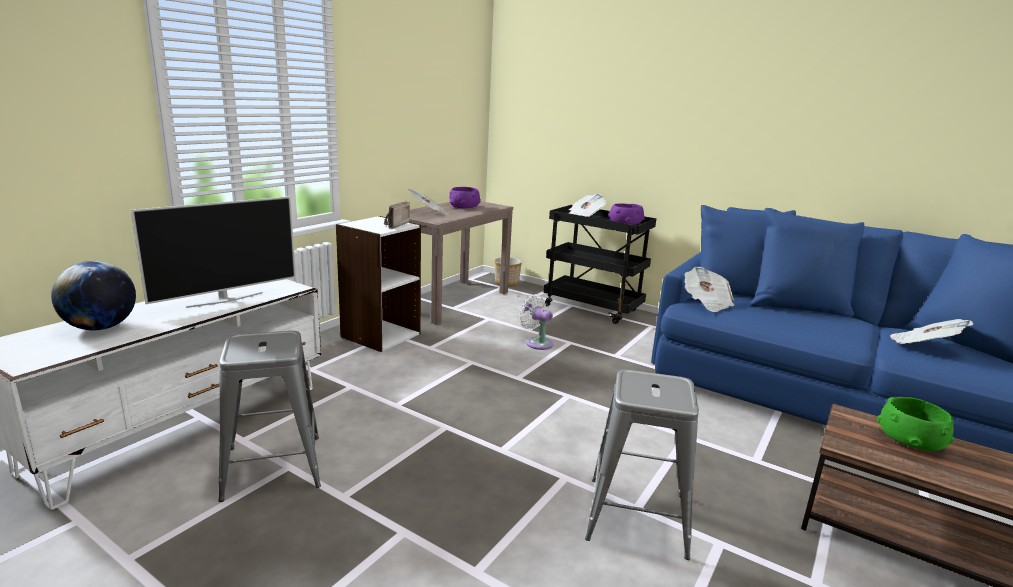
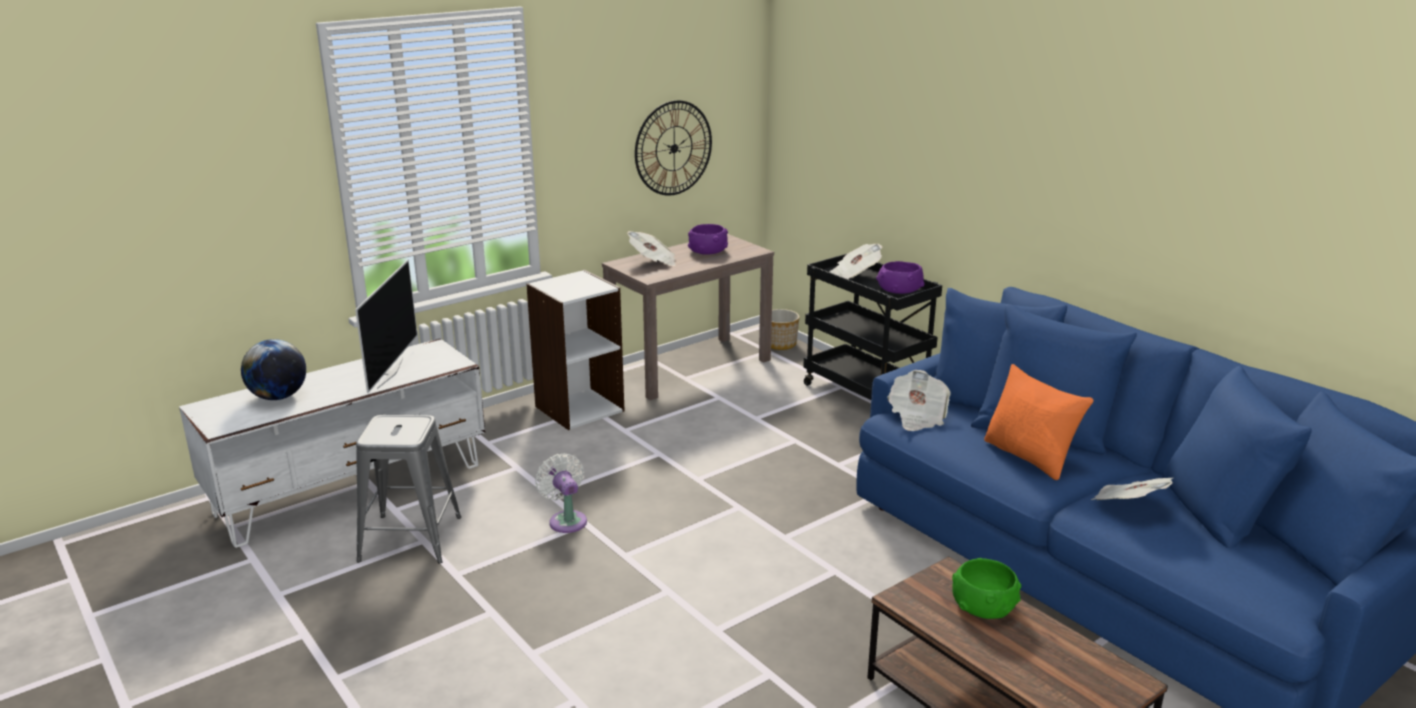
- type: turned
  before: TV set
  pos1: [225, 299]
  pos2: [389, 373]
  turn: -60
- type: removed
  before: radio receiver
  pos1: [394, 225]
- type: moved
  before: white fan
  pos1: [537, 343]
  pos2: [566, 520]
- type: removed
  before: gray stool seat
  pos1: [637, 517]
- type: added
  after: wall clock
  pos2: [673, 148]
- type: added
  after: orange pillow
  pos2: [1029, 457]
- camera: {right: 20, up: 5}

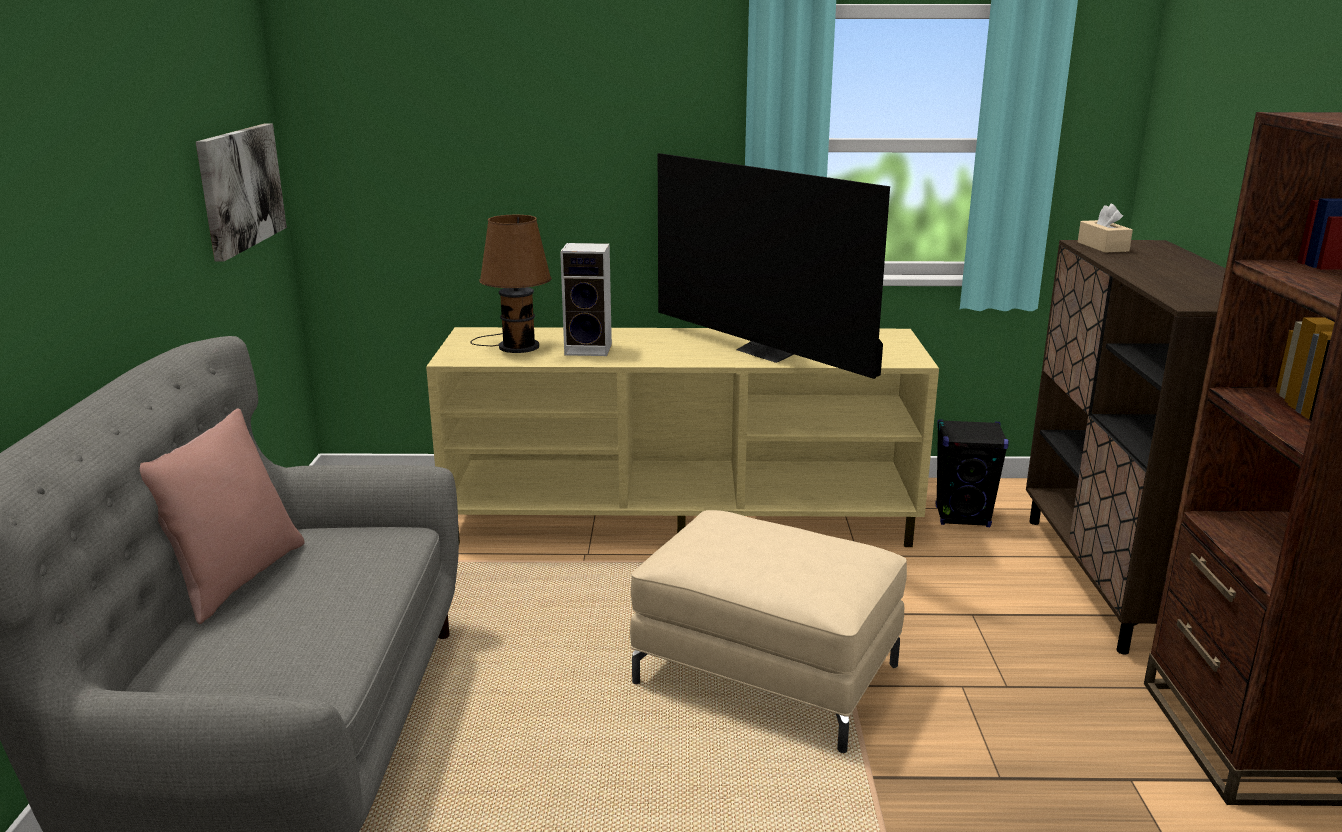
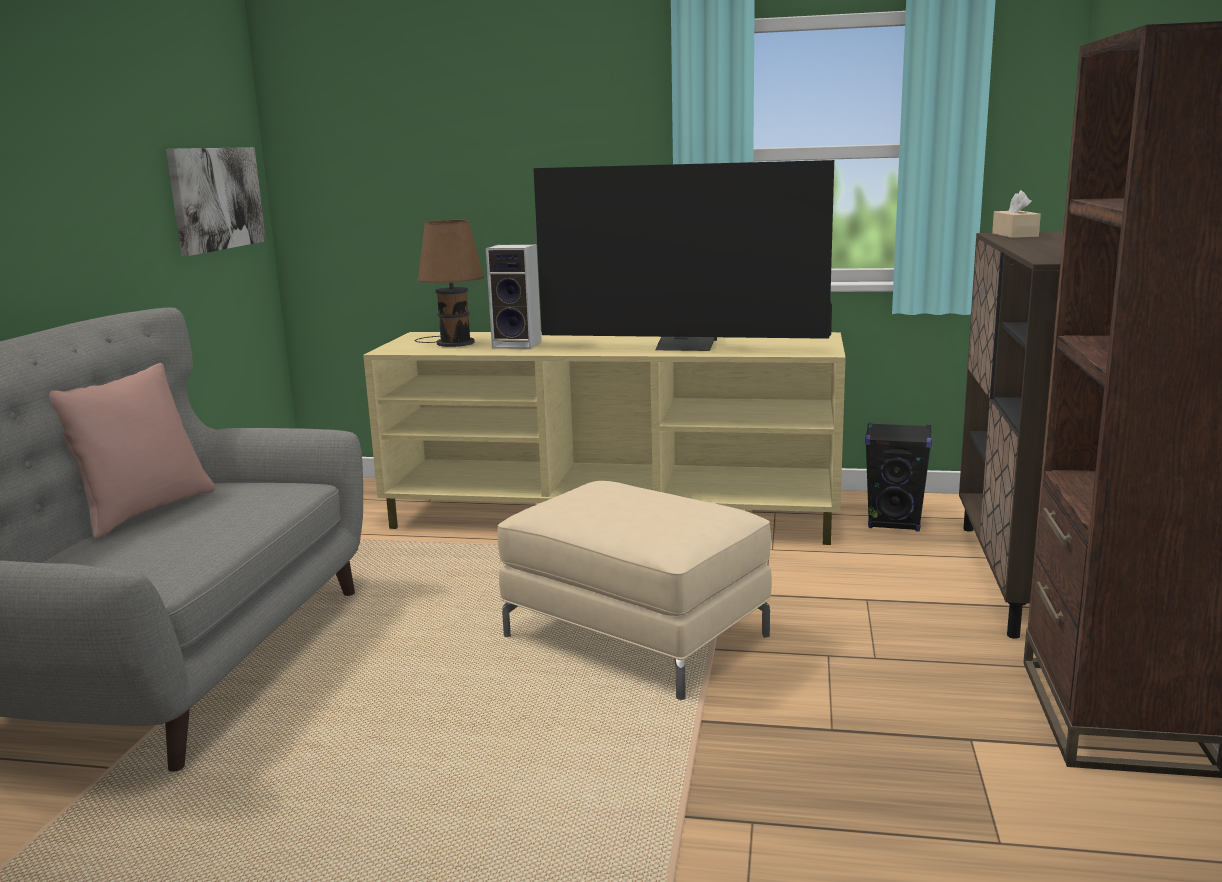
- type: turned
  before: TV set
  pos1: [769, 352]
  pos2: [685, 347]
  turn: -45
- camera: {right: 10, up: -5}

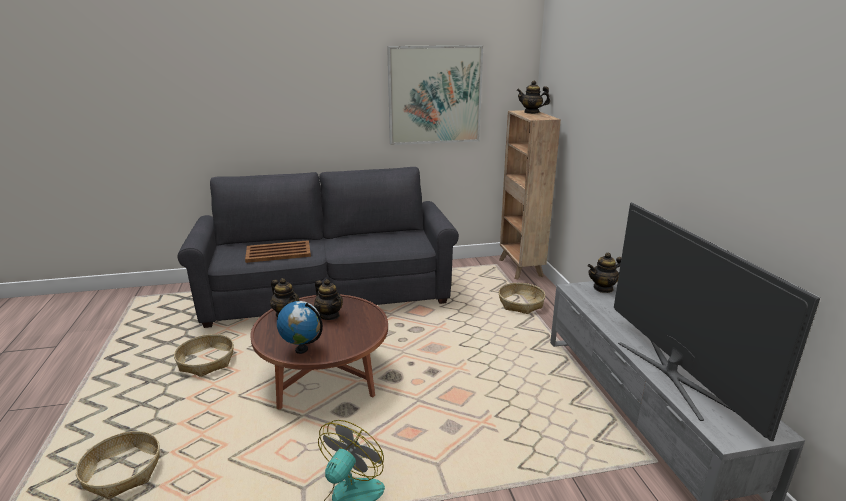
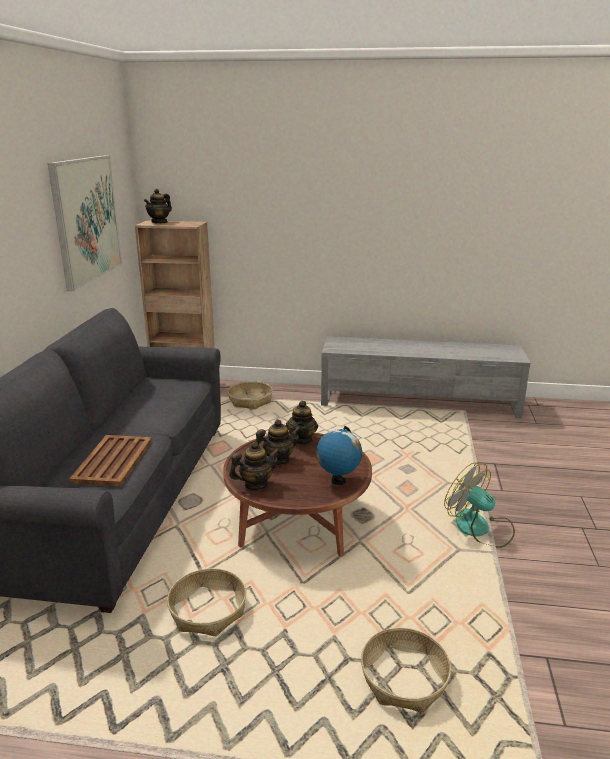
- type: removed
  before: TV set
  pos1: [674, 375]
- type: moved
  before: teapot
  pos1: [603, 288]
  pos2: [302, 439]
- camera: {right: -70, up: 0}

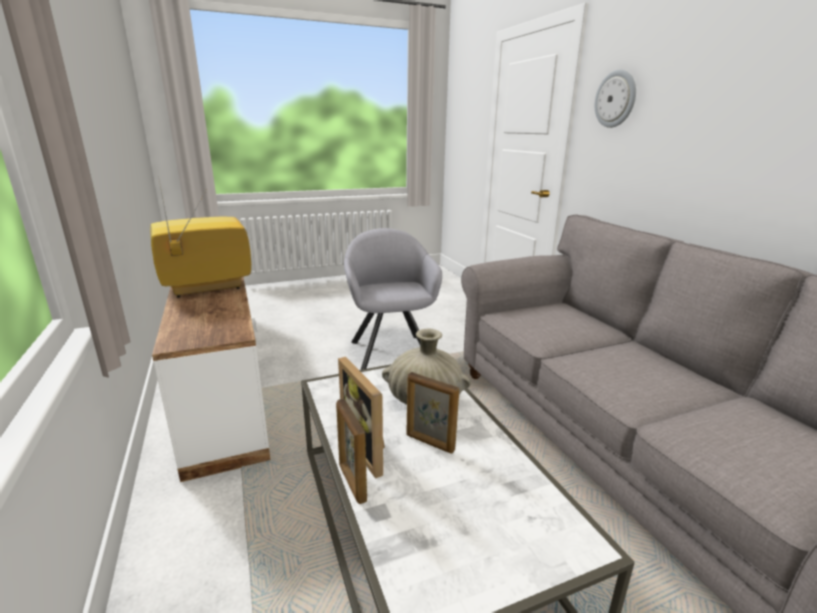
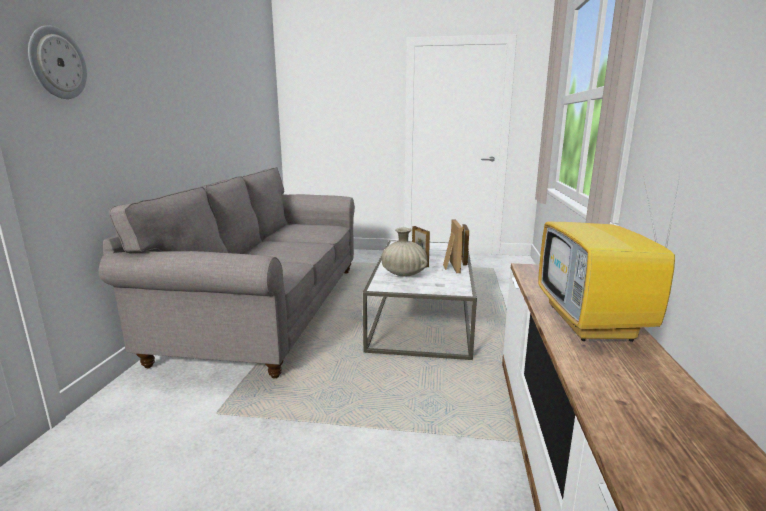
- type: turned
  before: TV set
  pos1: [205, 288]
  pos2: [592, 323]
  turn: 90
- type: removed
  before: gray armchair
  pos1: [390, 349]
- camera: {right: -150, up: -5}

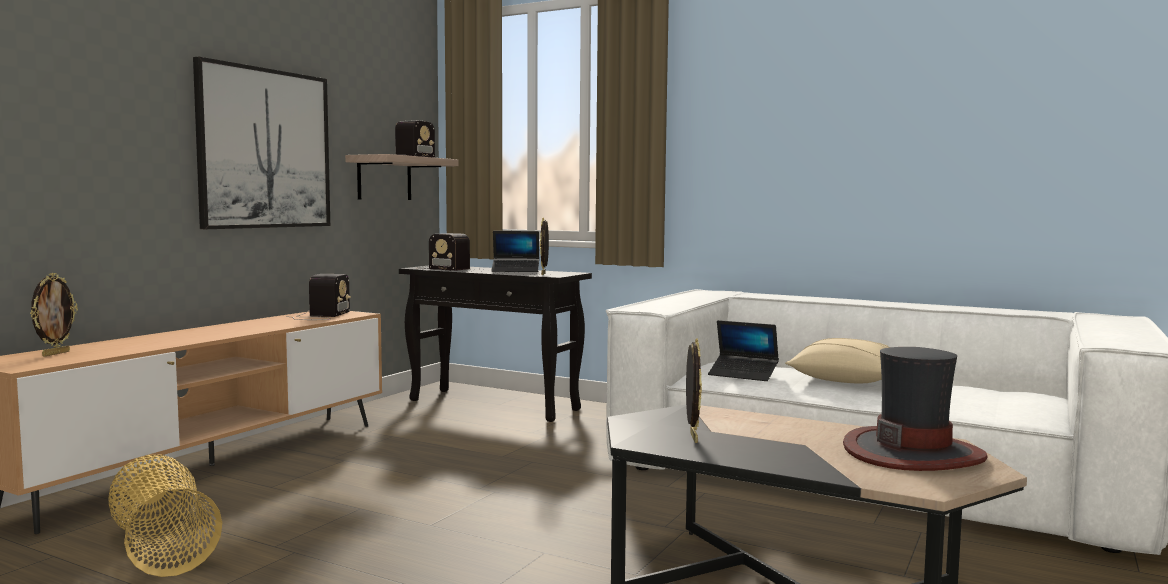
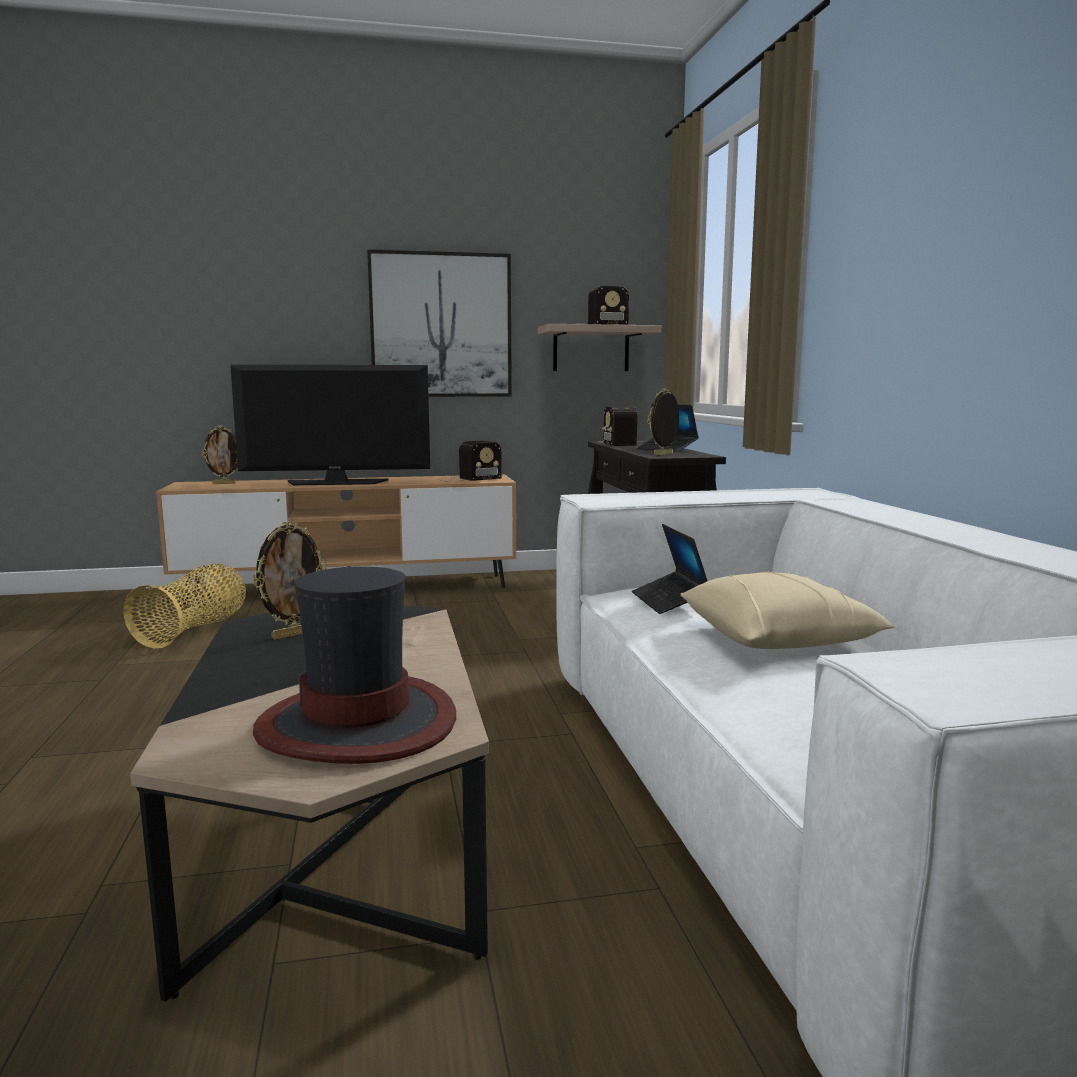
- type: added
  after: TV set
  pos2: [336, 482]
- camera: {right: 50, up: 5}

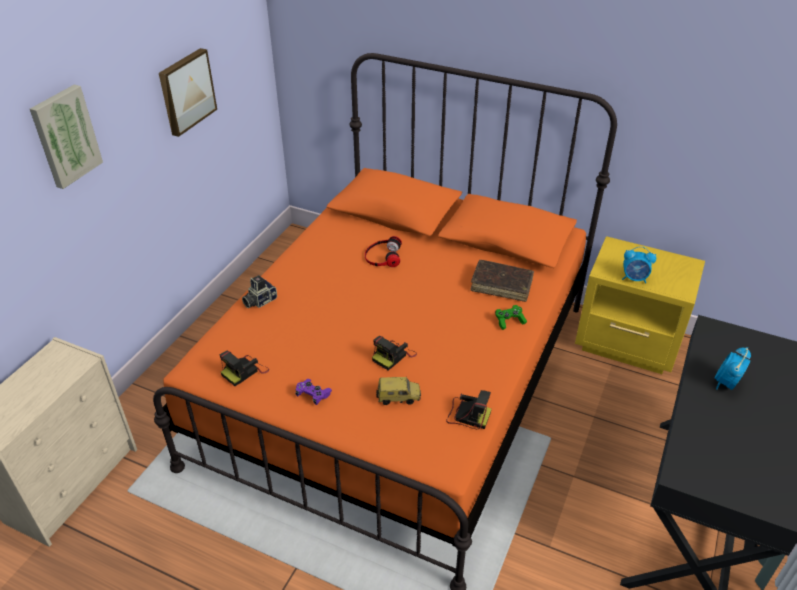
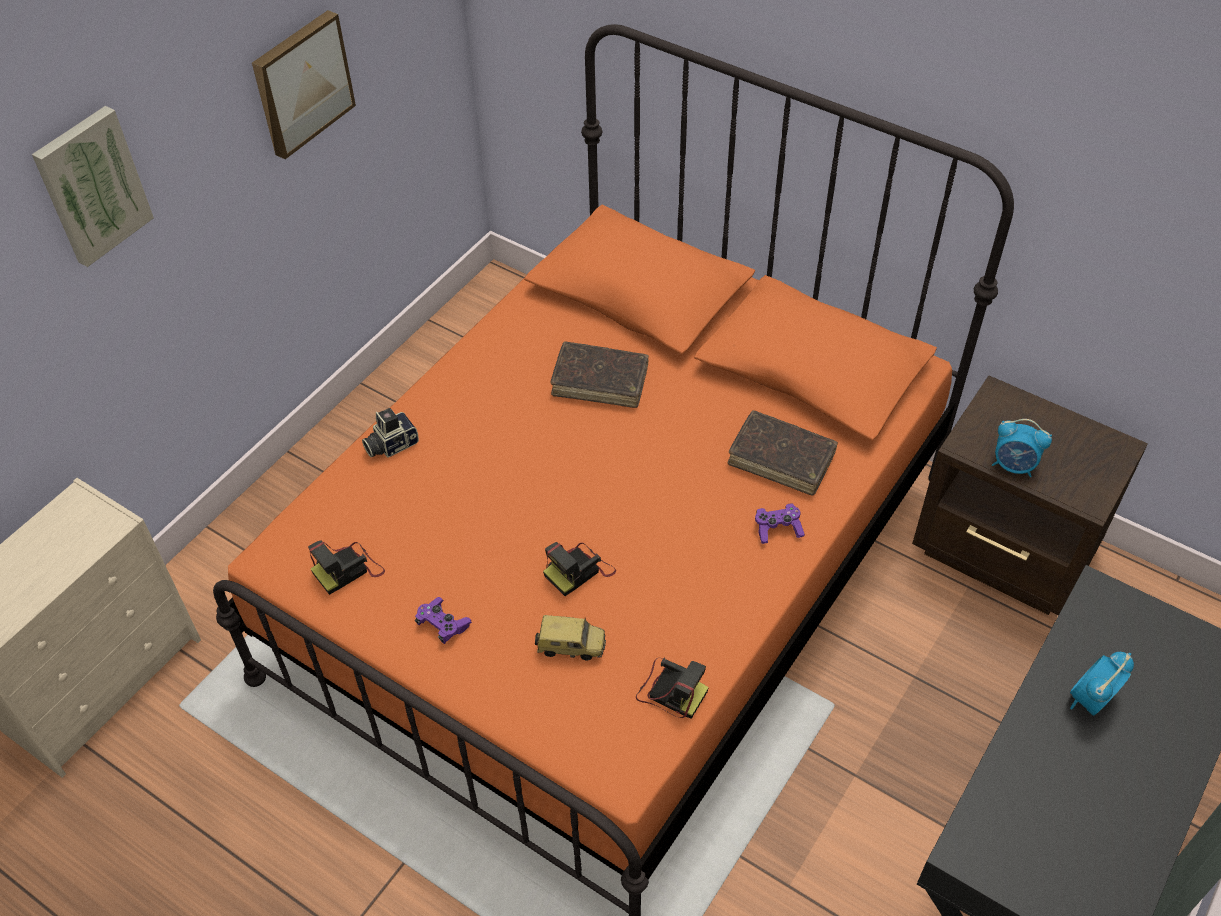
- type: replaced
  before: pair of headphones
  after: brown-coloured bound book
  pos1: [382, 256]
  pos2: [600, 381]
- type: recoloured
  before: yellow-coloured night table
  after: brown-coloured night table
  pos1: [628, 345]
  pos2: [1005, 553]
- type: recoloured
  before: greenish joypad
  after: purplish joypad
  pos1: [509, 321]
  pos2: [777, 529]
- camera: {right: 10, up: 10}

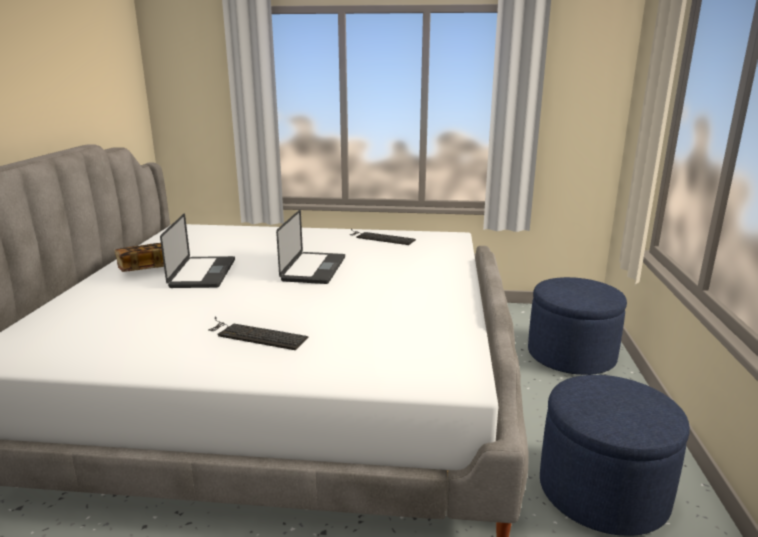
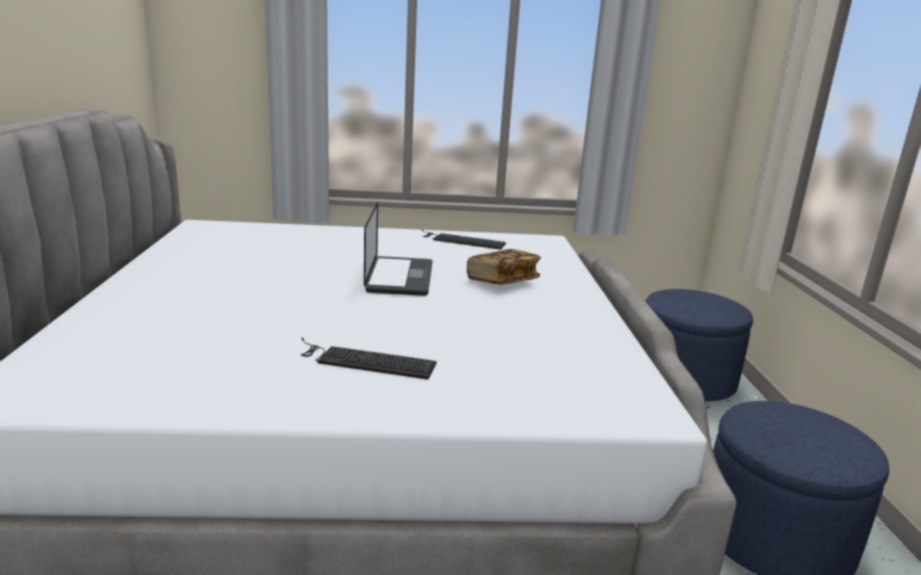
- type: removed
  before: laptop
  pos1: [203, 273]
- type: moved
  before: bound book
  pos1: [144, 269]
  pos2: [502, 281]
- camera: {right: -10, up: 0}

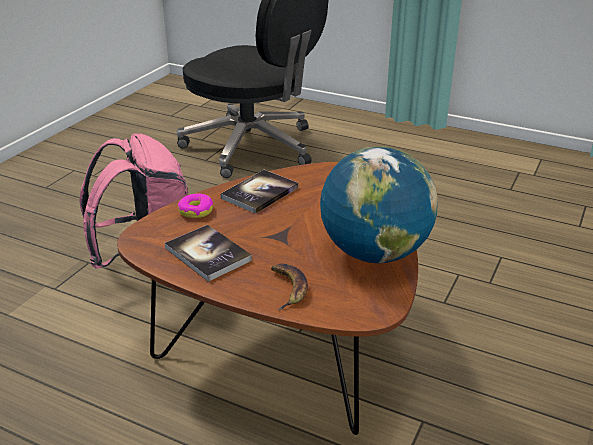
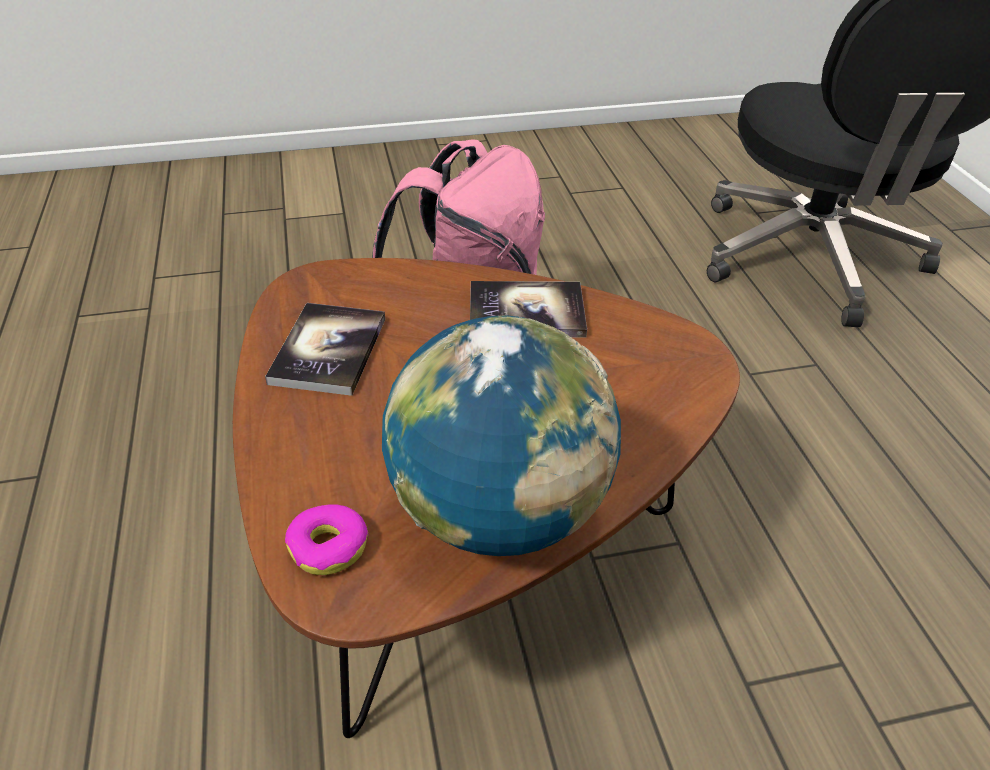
- type: moved
  before: doughnut
  pos1: [196, 211]
  pos2: [329, 547]
- type: removed
  before: banana
  pos1: [288, 288]
- camera: {right: 50, up: 10}

